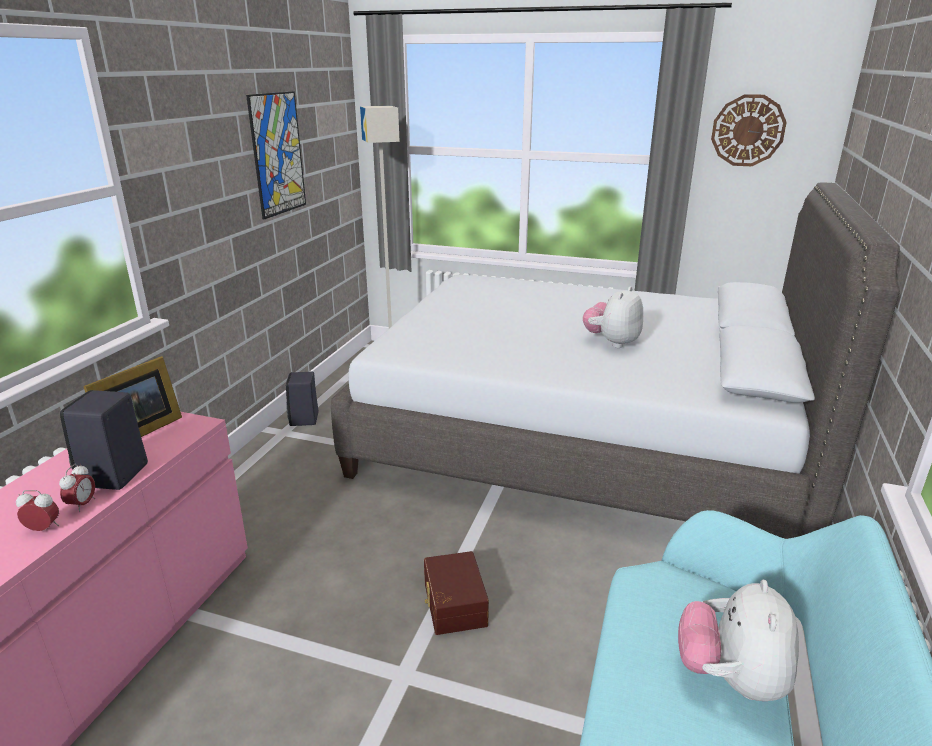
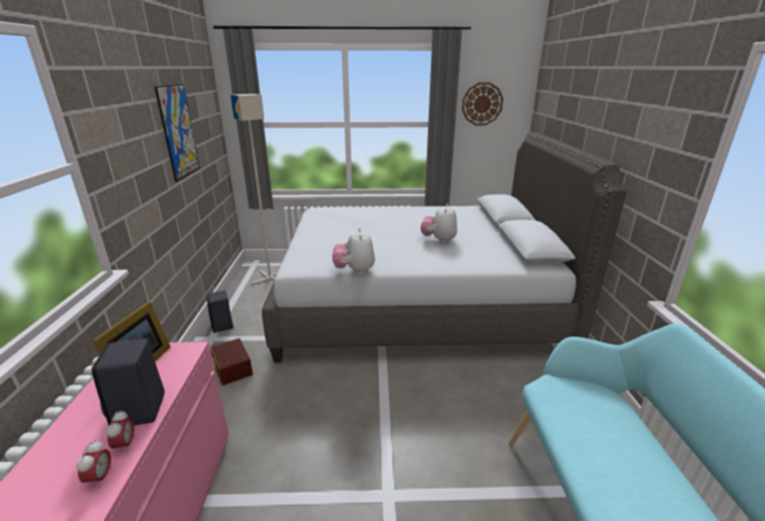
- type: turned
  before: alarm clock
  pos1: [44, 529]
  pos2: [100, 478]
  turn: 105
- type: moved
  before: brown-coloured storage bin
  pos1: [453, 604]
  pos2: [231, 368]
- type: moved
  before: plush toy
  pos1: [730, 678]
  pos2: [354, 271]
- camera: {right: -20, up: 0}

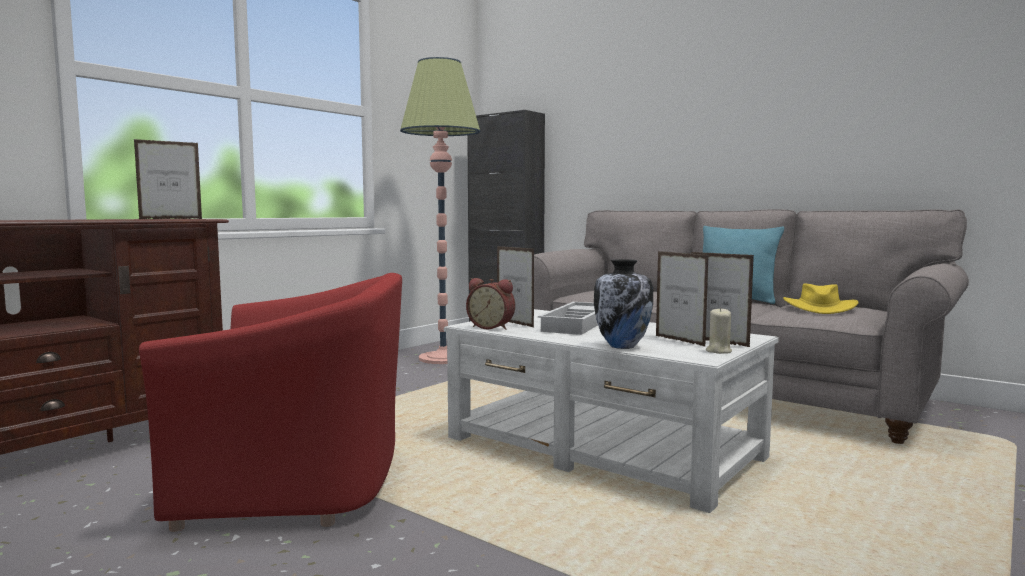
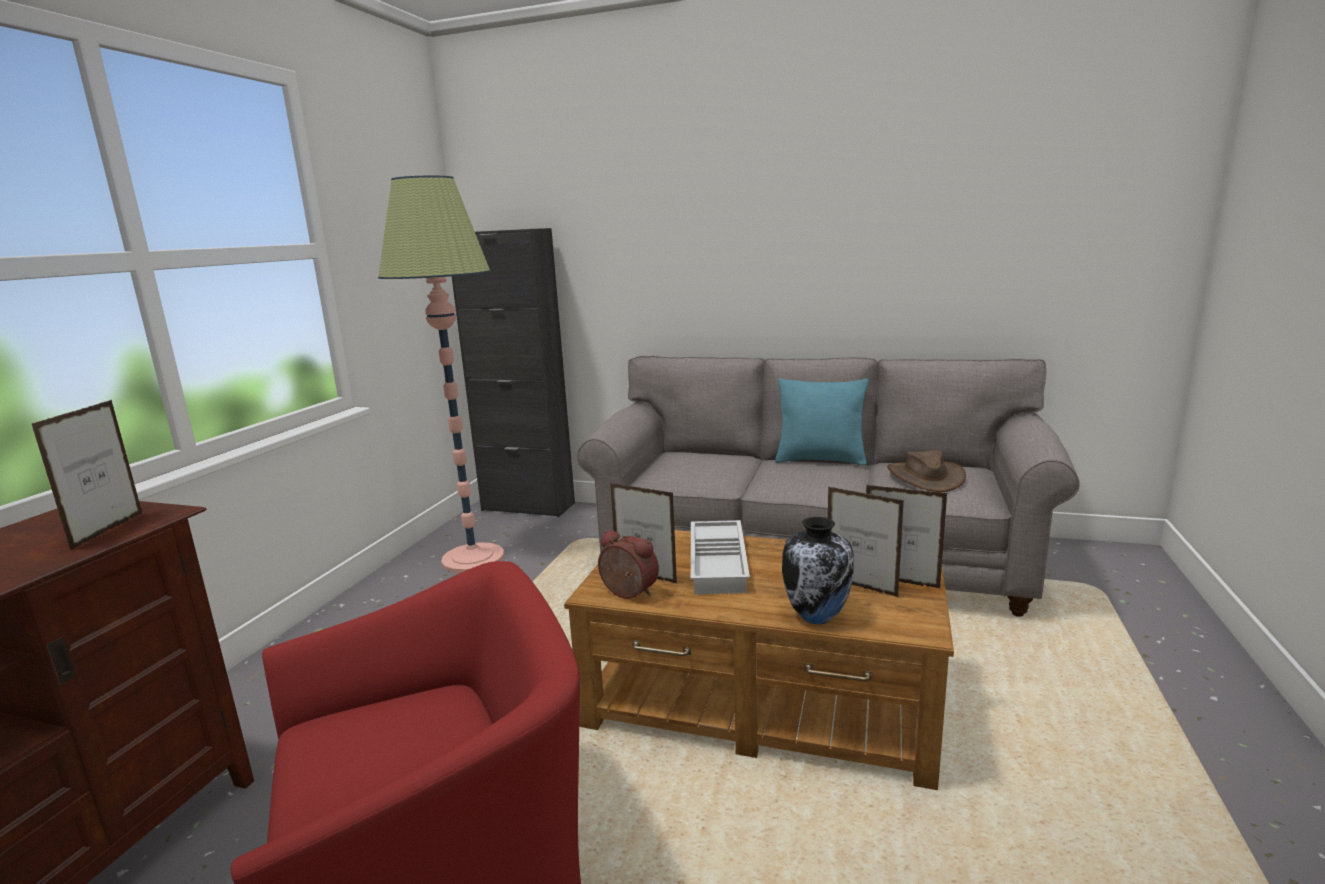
- type: turned
  before: standing frame
  pos1: [171, 219]
  pos2: [109, 530]
  turn: 150
- type: turned
  before: alarm clock
  pos1: [492, 327]
  pos2: [627, 594]
  turn: -150
- type: recoloured
  before: yellow-coloured hat
  after: brown-coloured hat
  pos1: [819, 308]
  pos2: [925, 477]
- type: removed
  before: beige wax light
  pos1: [718, 351]
- type: recoloured
  before: white low table
  after: brown-coloured low table
  pos1: [602, 449]
  pos2: [762, 700]
- camera: {right: -20, up: 10}

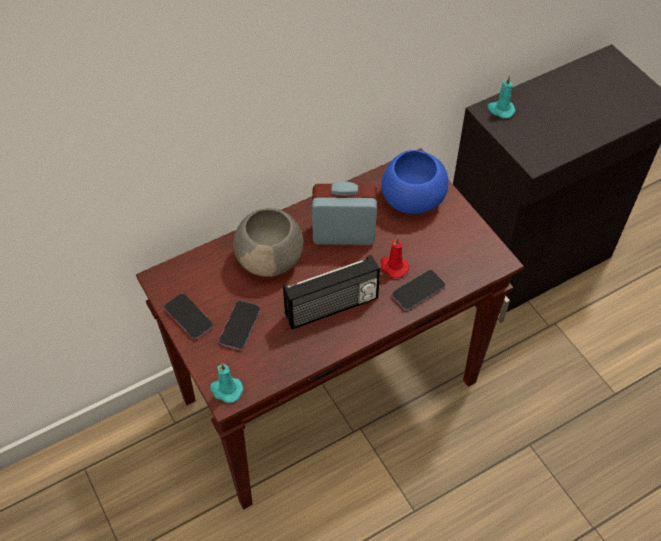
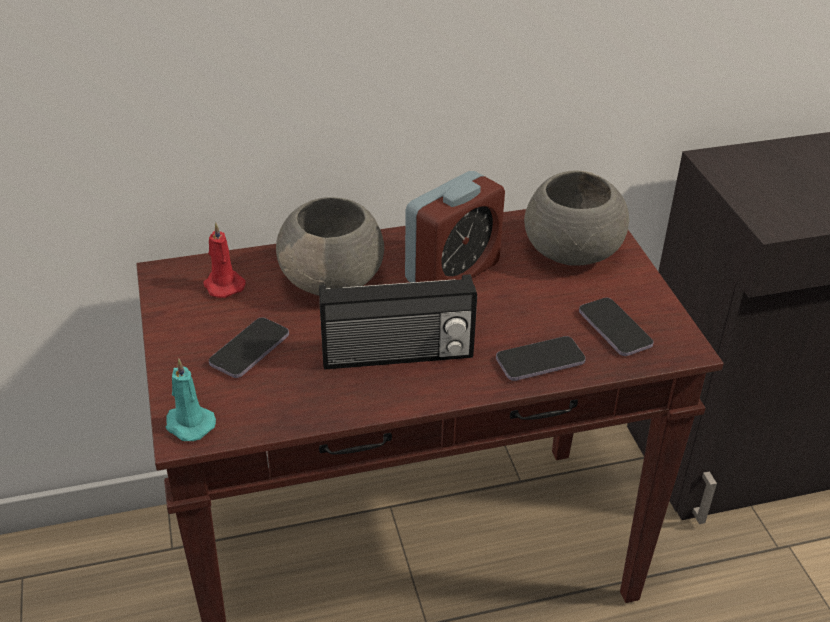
- type: removed
  before: turquoise wax light
  pos1: [500, 110]
- type: recoloured
  before: bluish serving bowl
  after: gray serving bowl
  pos1: [411, 199]
  pos2: [570, 251]
- type: turned
  before: alarm clock
  pos1: [343, 234]
  pos2: [452, 272]
  turn: 120
- type: moved
  before: red wax light
  pos1: [393, 266]
  pos2: [223, 285]
- type: moved
  before: phone
  pos1: [188, 317]
  pos2: [614, 329]
- camera: {right: 15, up: -15}

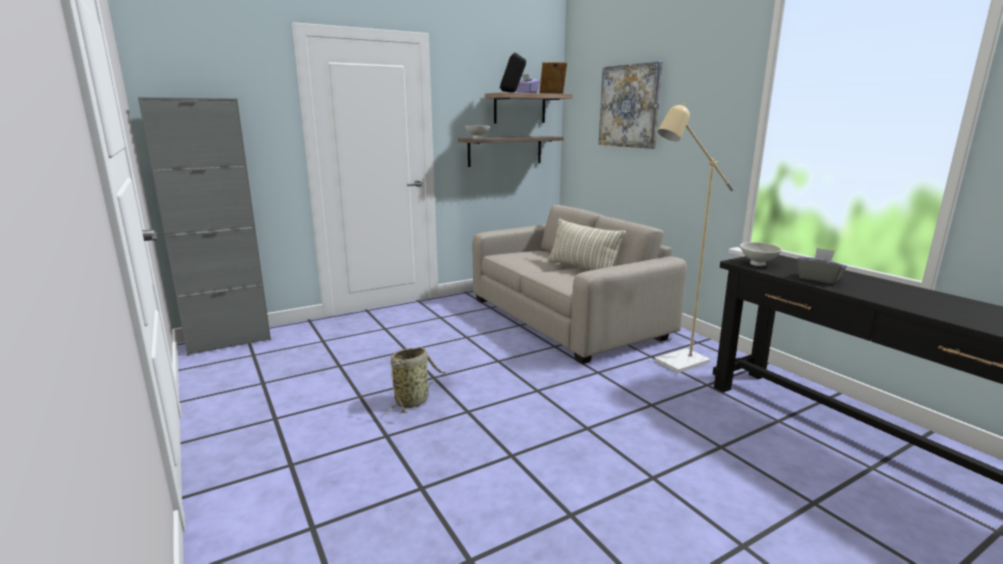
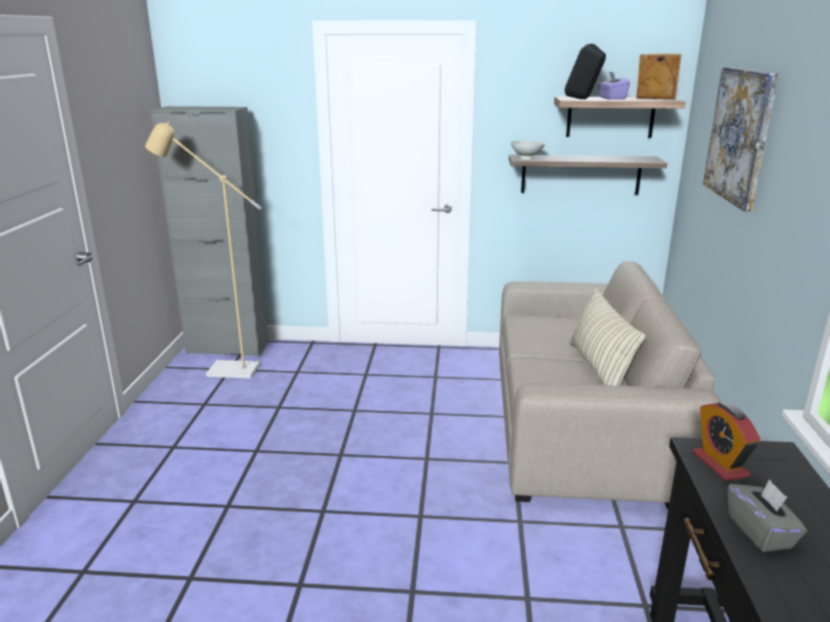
- type: moved
  before: beige standard lamp
  pos1: [675, 364]
  pos2: [224, 370]
- type: replaced
  before: white serving bowl
  after: alarm clock
  pos1: [759, 264]
  pos2: [720, 464]
- type: removed
  before: storage basket
  pos1: [413, 401]
- camera: {right: 35, up: 5}

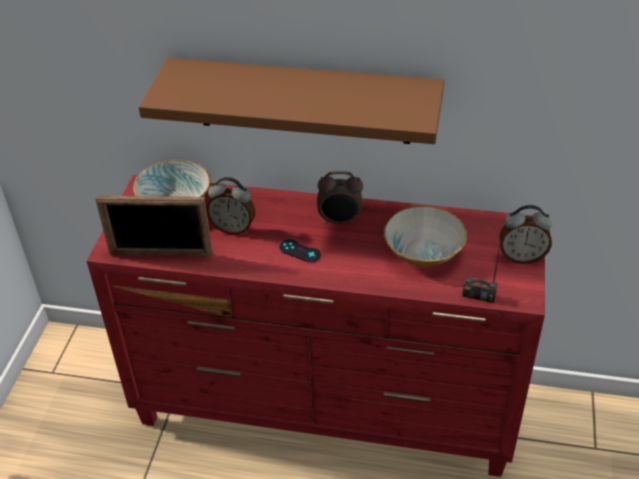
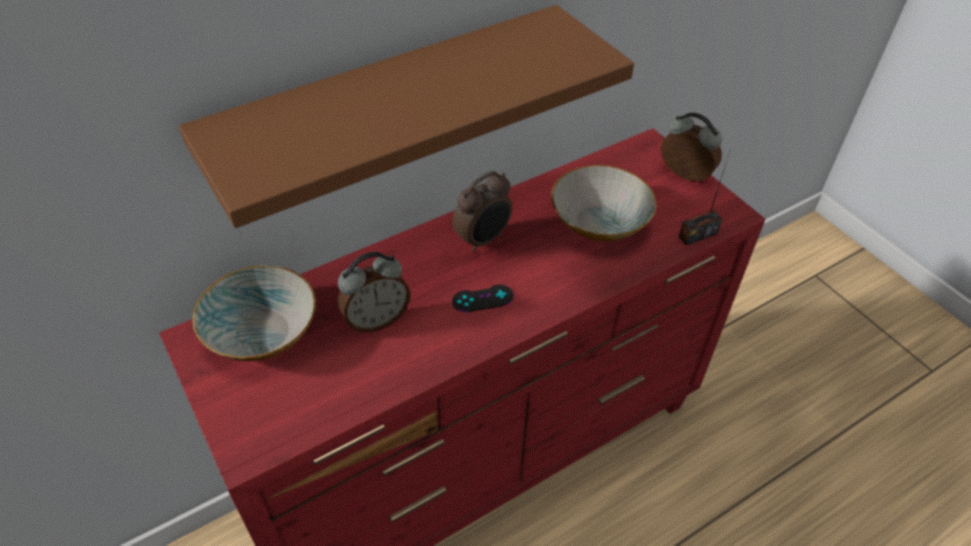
- type: removed
  before: standing frame
  pos1: [161, 254]
- type: turned
  before: alarm clock
  pos1: [521, 257]
  pos2: [683, 176]
  turn: -105
- camera: {right: -45, up: 5}

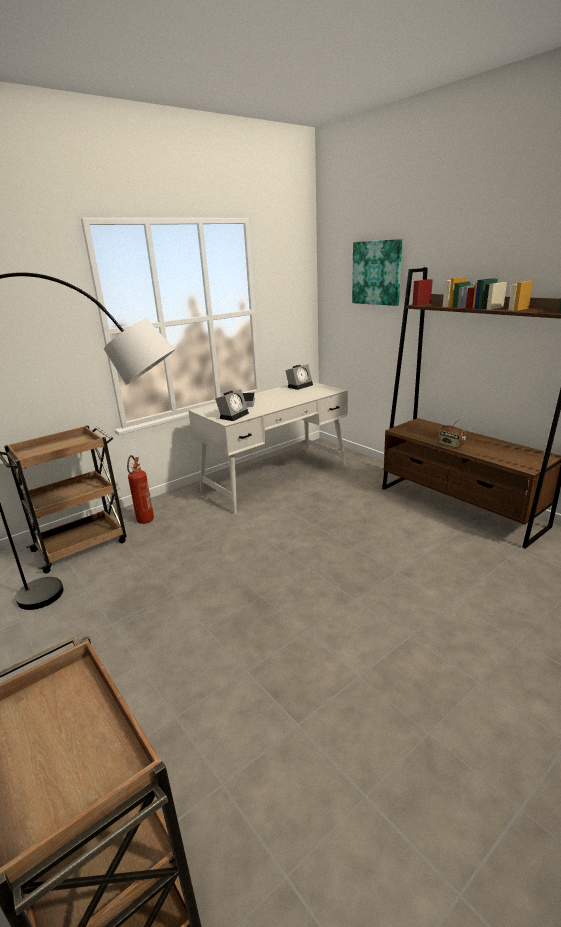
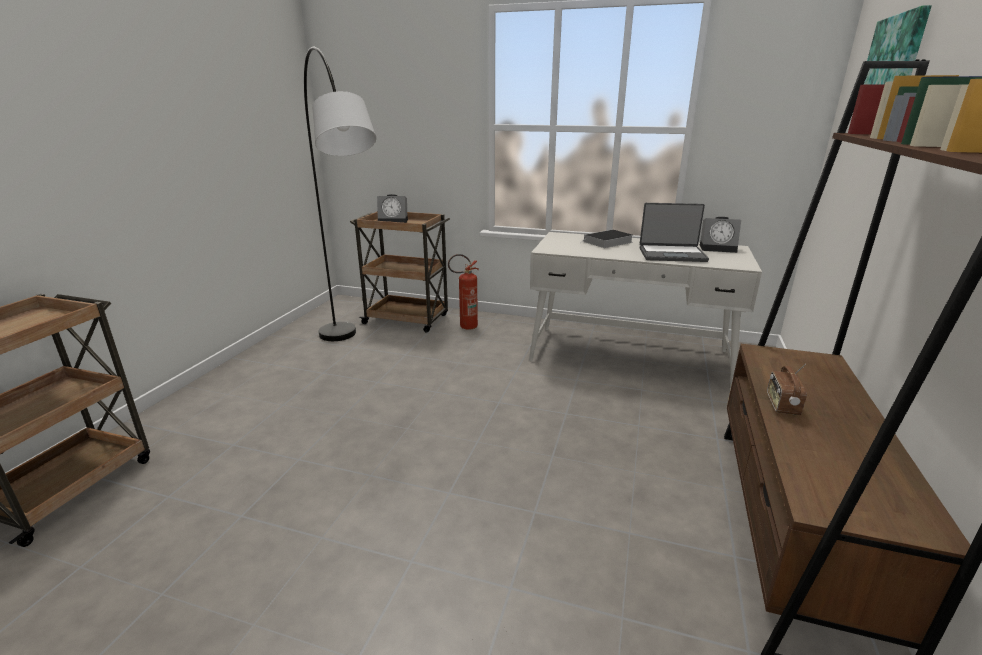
- type: moved
  before: alarm clock
  pos1: [233, 415]
  pos2: [394, 221]
- type: added
  after: laptop
  pos2: [672, 254]
- camera: {right: 55, up: 0}

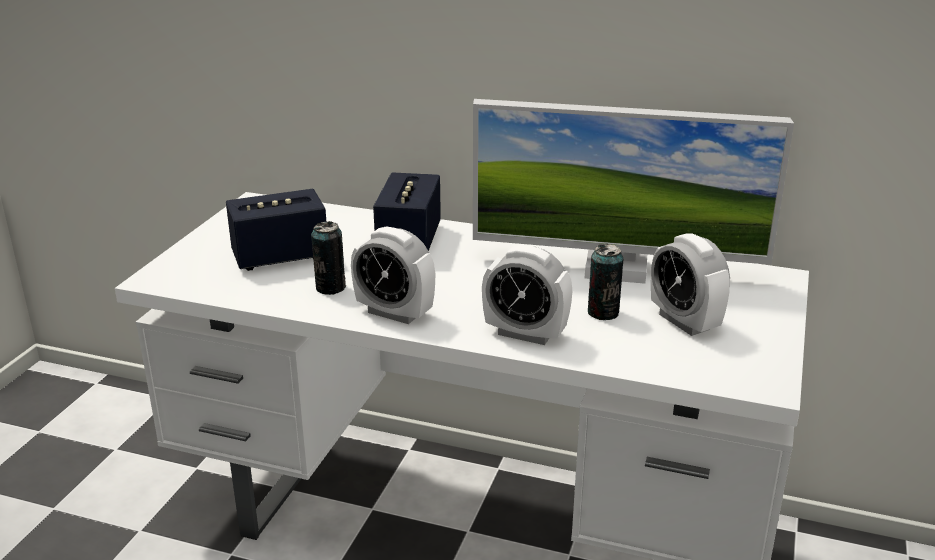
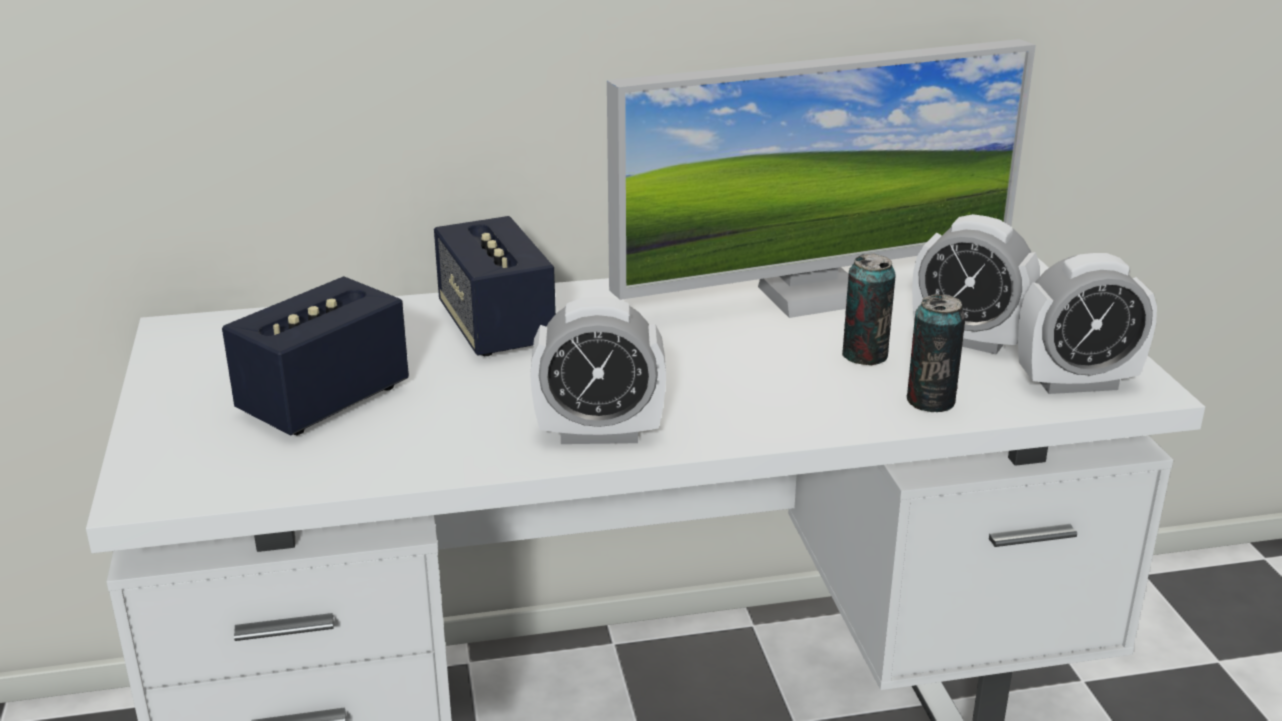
- type: moved
  before: metal can
  pos1: [330, 287]
  pos2: [930, 401]
- type: moved
  before: alarm clock
  pos1: [525, 333]
  pos2: [1076, 383]
- camera: {right: -30, up: 0}

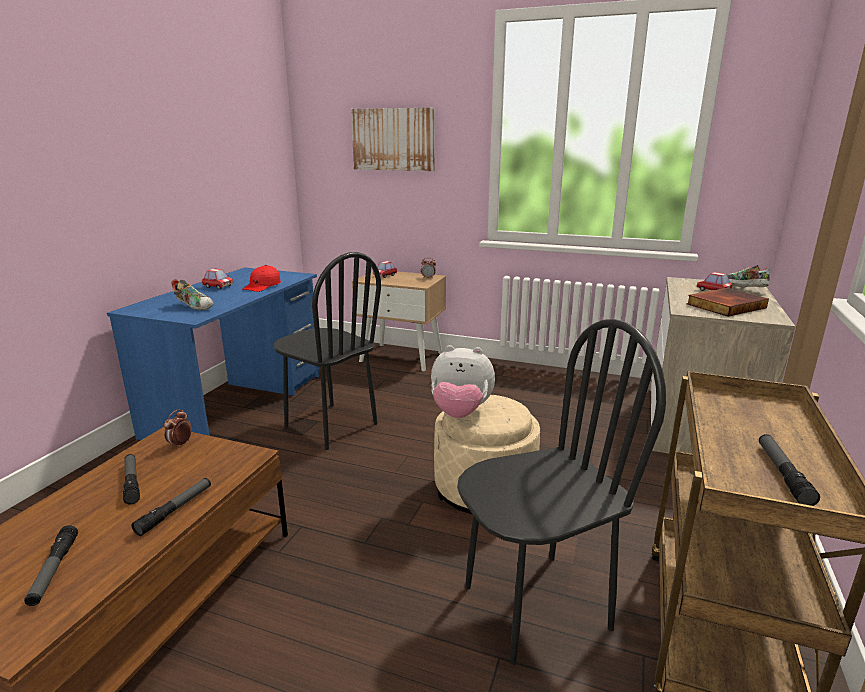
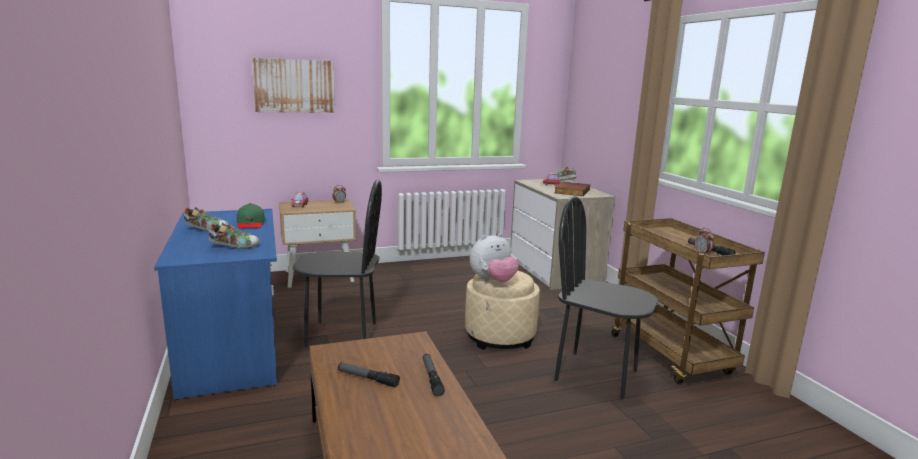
- type: recoloured
  before: red baseball cap
  after: greenish baseball cap
  pos1: [262, 286]
  pos2: [251, 223]
- type: replaced
  before: miniature car
  after: item of footwear
  pos1: [218, 286]
  pos2: [207, 230]
- type: turned
  before: black-coloured upright chair
  pos1: [535, 606]
  pos2: [596, 375]
  turn: -90
- type: moved
  before: alarm clock
  pos1: [180, 444]
  pos2: [702, 253]
- type: removed
  before: hand torch
  pos1: [54, 570]
- camera: {right: -40, up: -5}

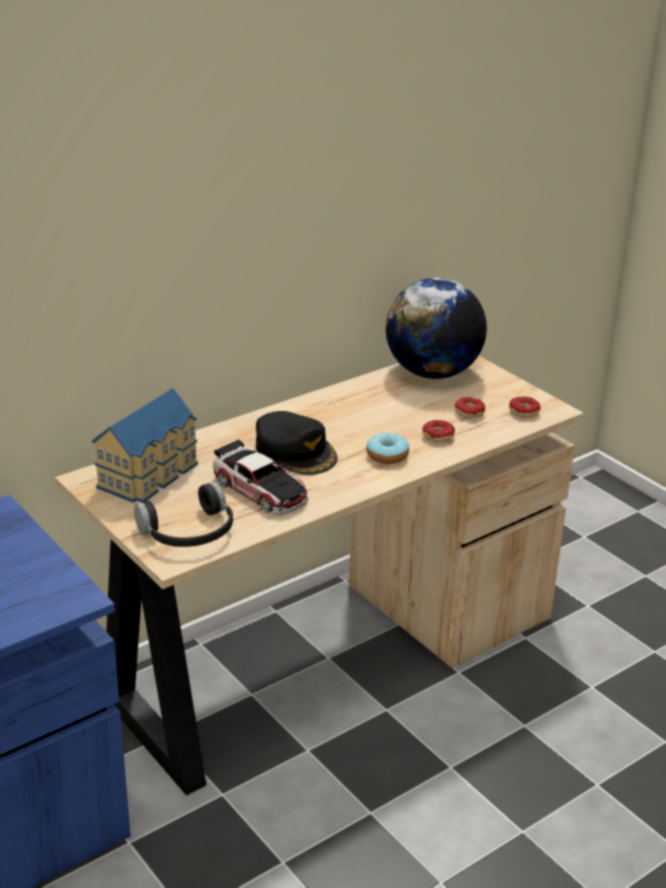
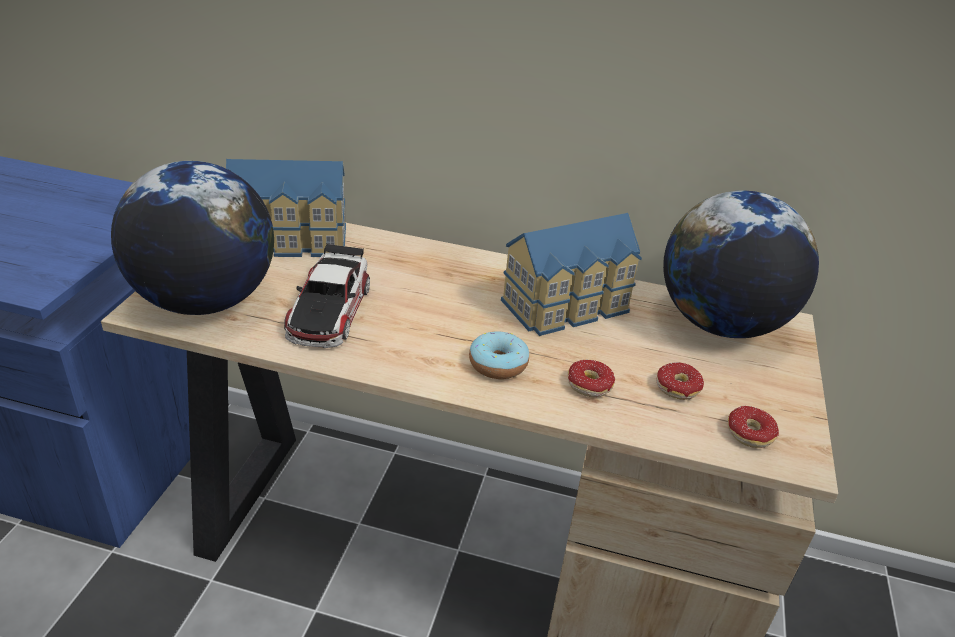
- type: removed
  before: black-coloured baseball cap
  pos1: [296, 451]
- type: replaced
  before: black-coloured pair of headphones
  after: world globe
  pos1: [190, 533]
  pos2: [204, 301]
- type: added
  after: miniature house
  pos2: [569, 306]
- camera: {right: 50, up: 5}

